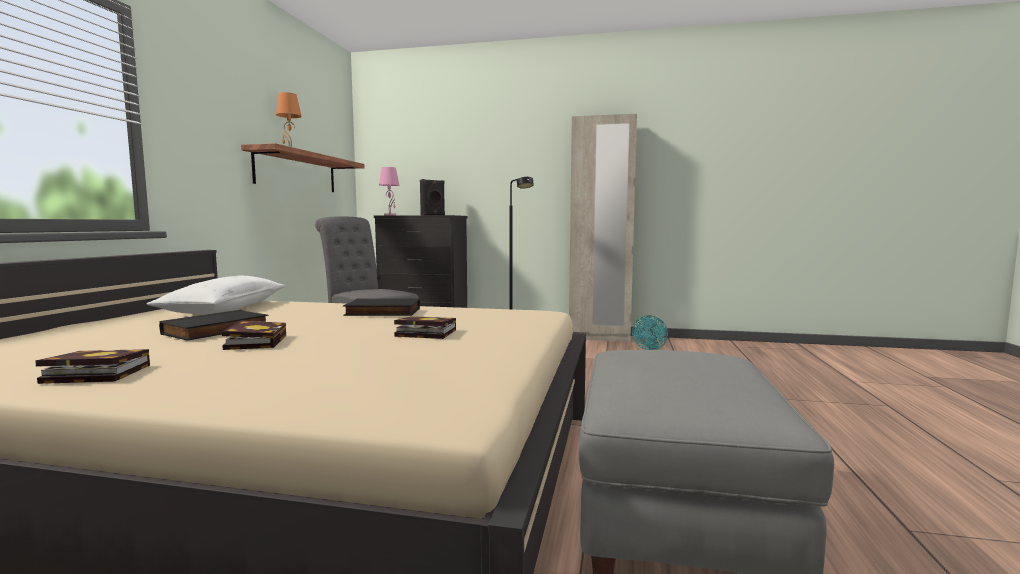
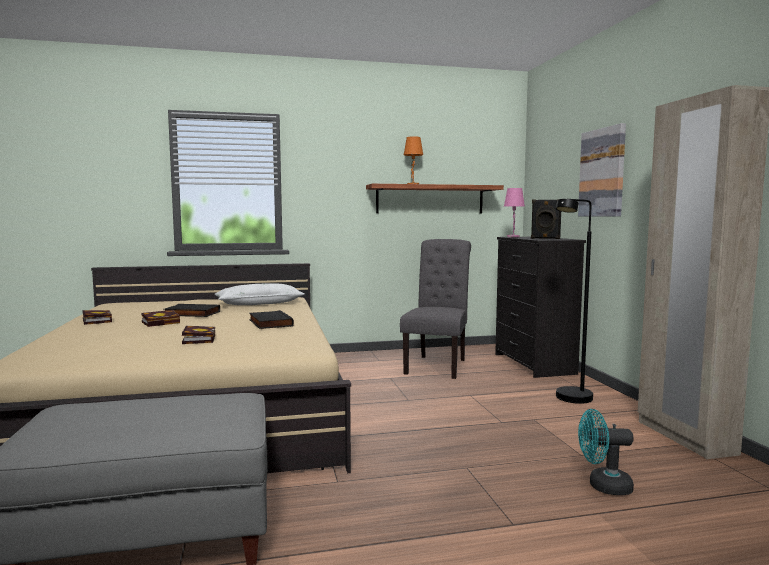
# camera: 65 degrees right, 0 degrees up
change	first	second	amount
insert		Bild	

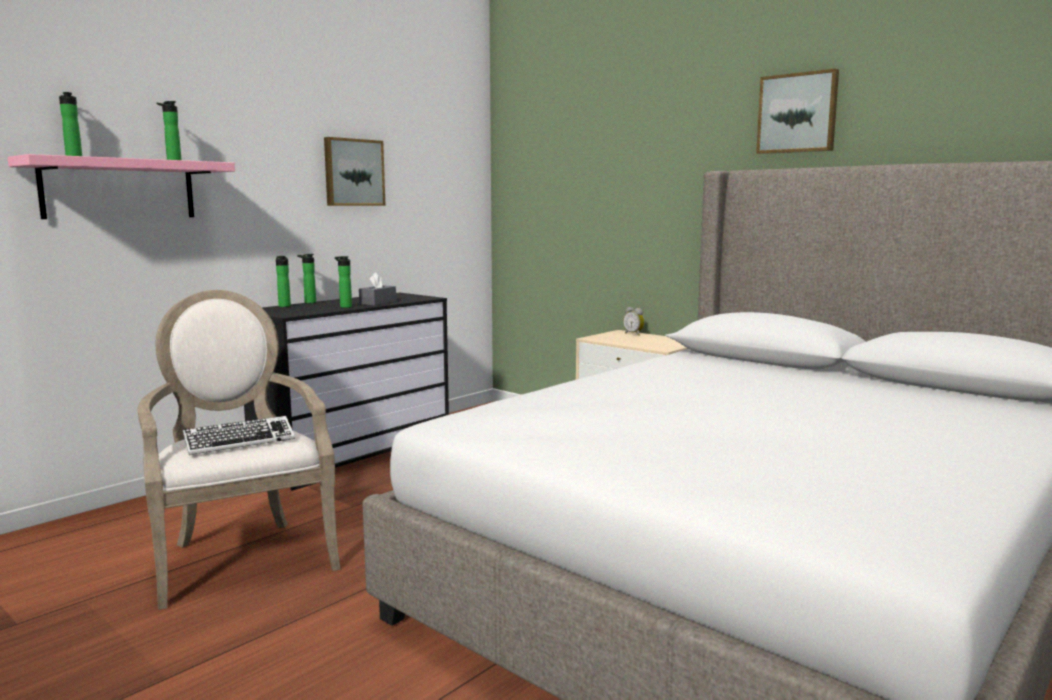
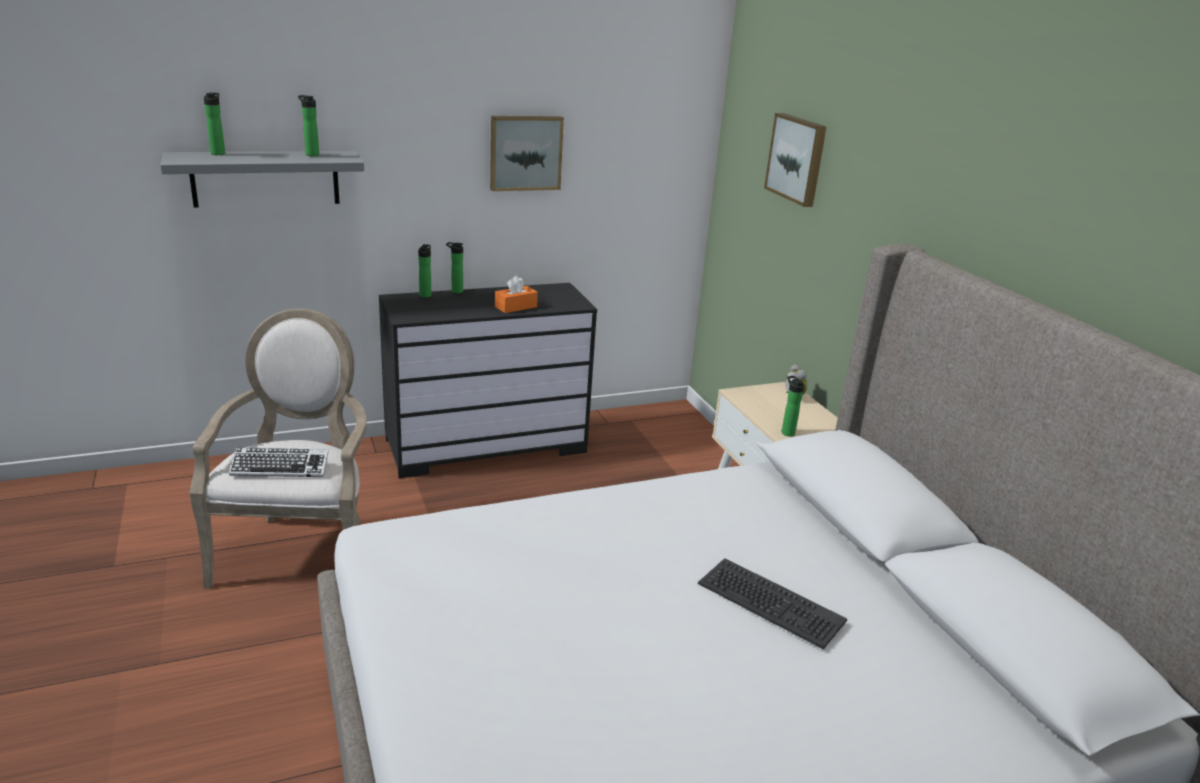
# camera: 25 degrees right, 15 degrees up
change	first	second	amount
recolor	Wandregal [rosa]	Wandregal [grau]	
move	Flasche (5th from left)		
recolor	Taschentuchbox [grau]	Taschentuchbox [orange]	
move	Bild (2nd from left)		
insert		Tastatur (2nd from left)	

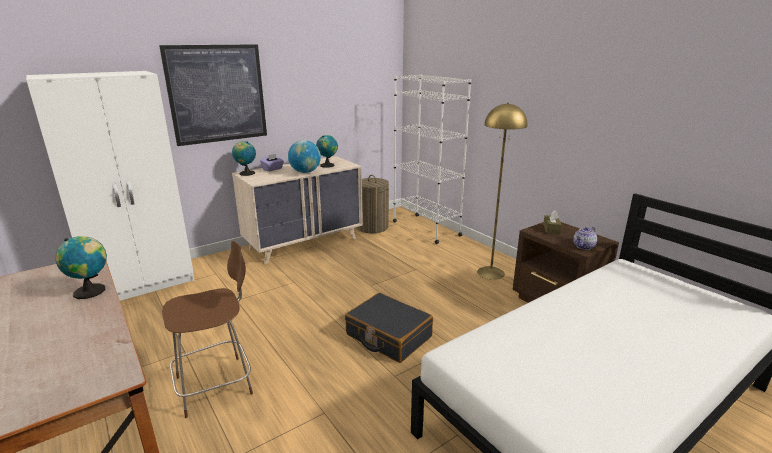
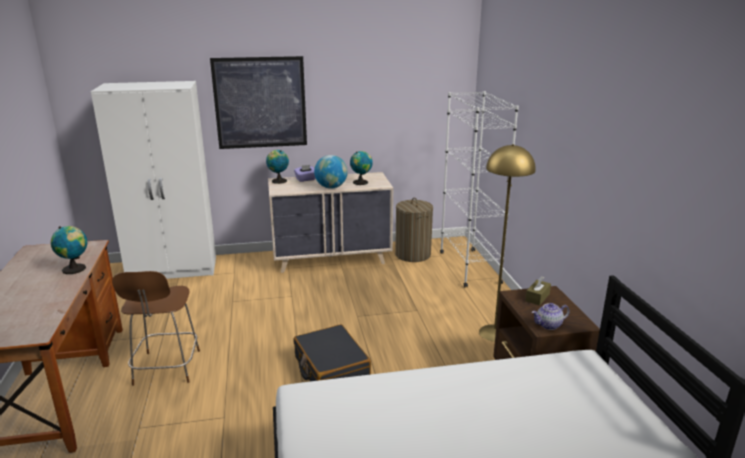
# camera: 25 degrees right, 0 degrees up
change	first	second	amount
rotate	Stuhl [braun]		90 degrees clockwise

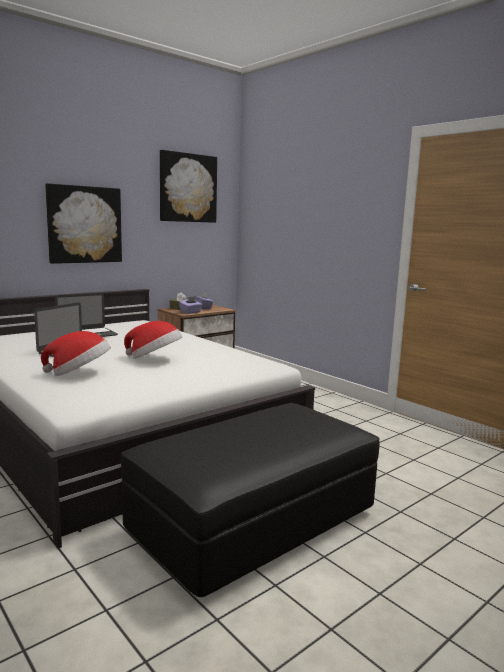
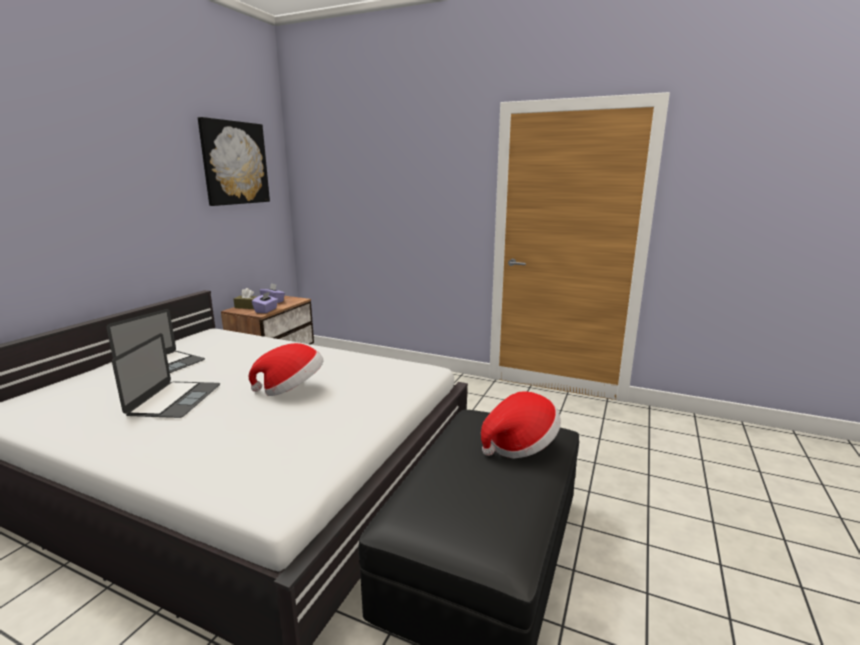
# camera: 25 degrees left, 5 degrees up
change	first	second	amount
move	Hut (1st from left in the first image)	Hut (2nd from left)	
delete	Bild (1st from left)		

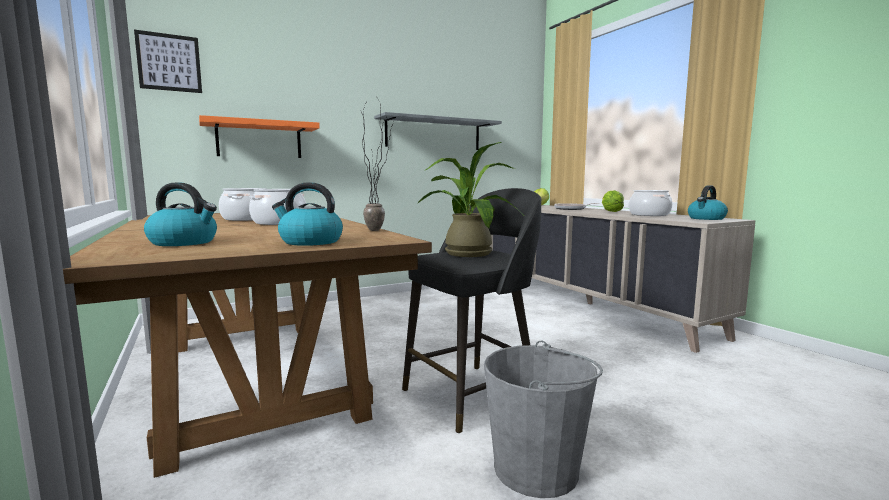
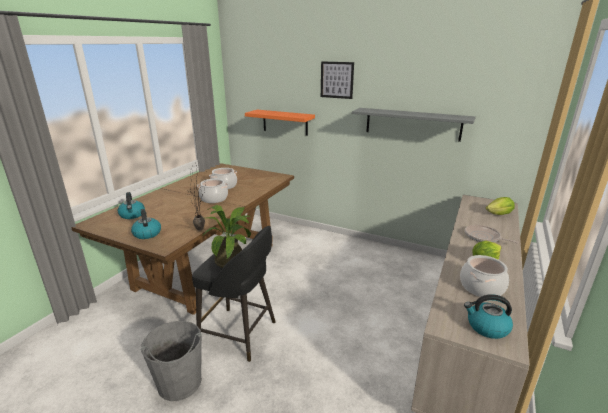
# camera: 55 degrees right, 15 degrees up
change	first	second	amount
move	Bild		

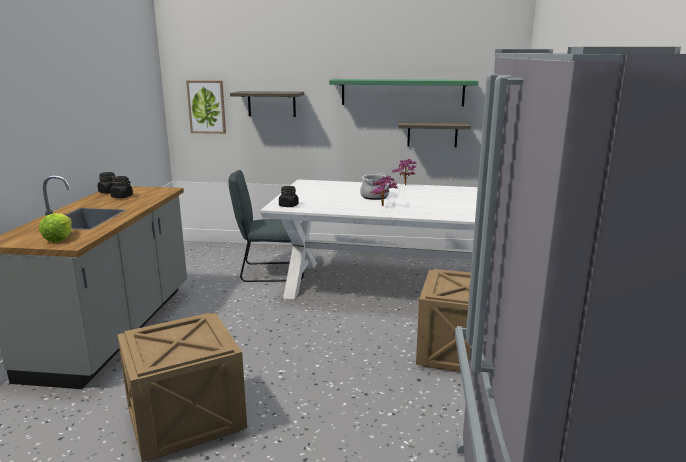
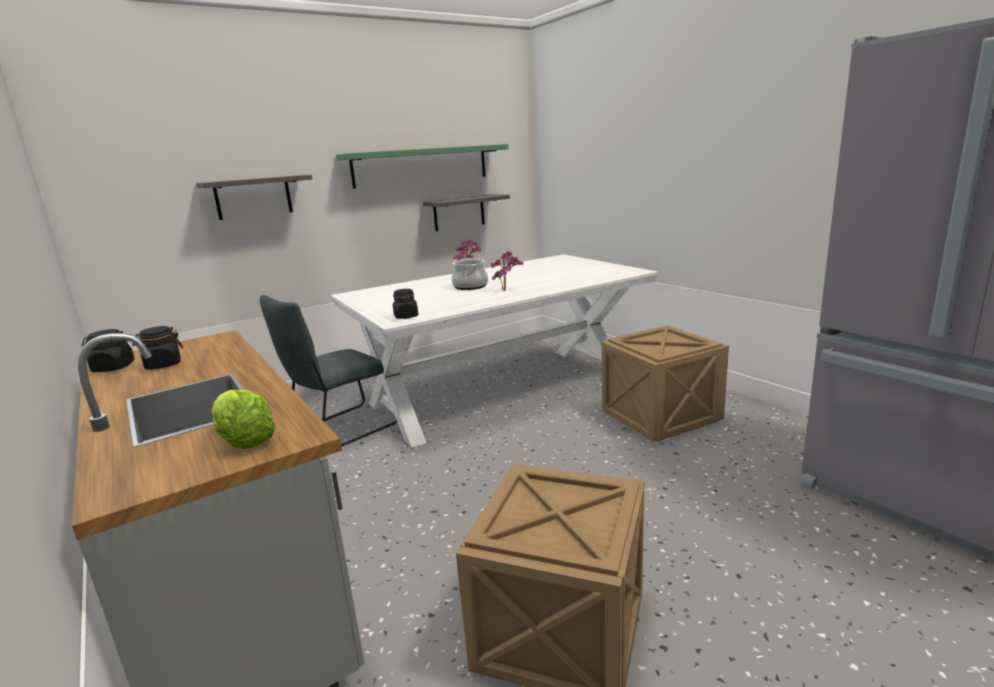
# camera: 40 degrees left, 0 degrees up
change	first	second	amount
delete	Bild		

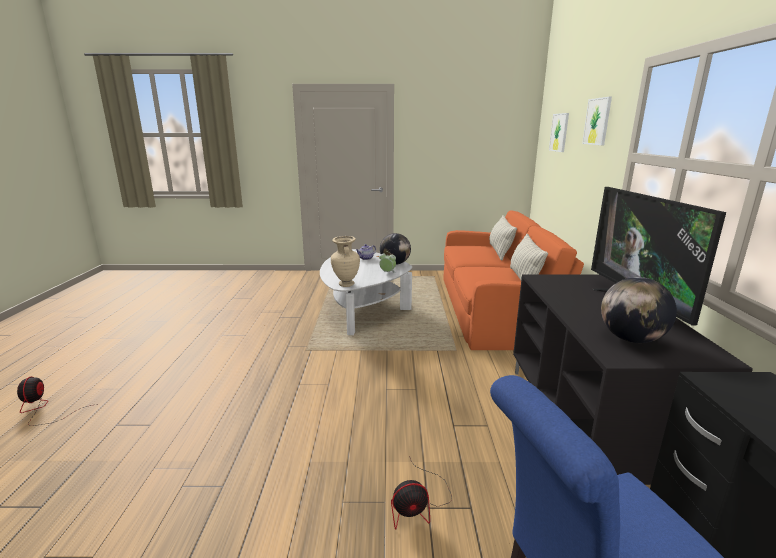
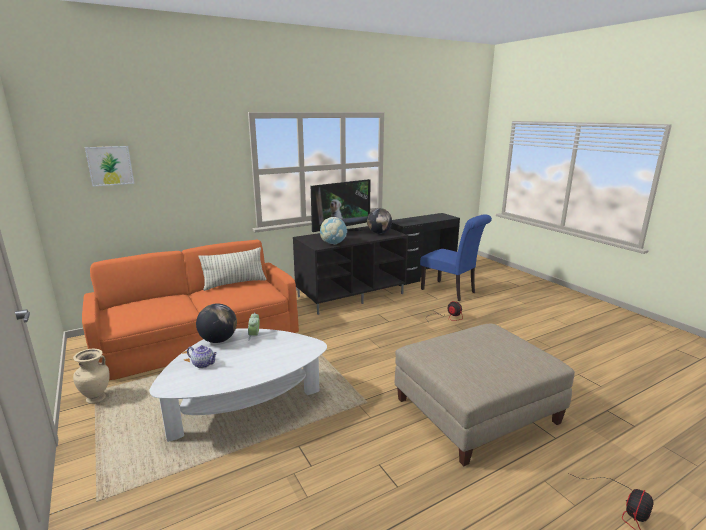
# camera: 120 degrees left, 0 degrees up
change	first	second	amount
move	Vase [beige]		
delete	Kissen (1st from left)		
delete	Bild (2nd from left)		
insert		Globus (2nd from left)	
insert		Polsterhocker [beige]	

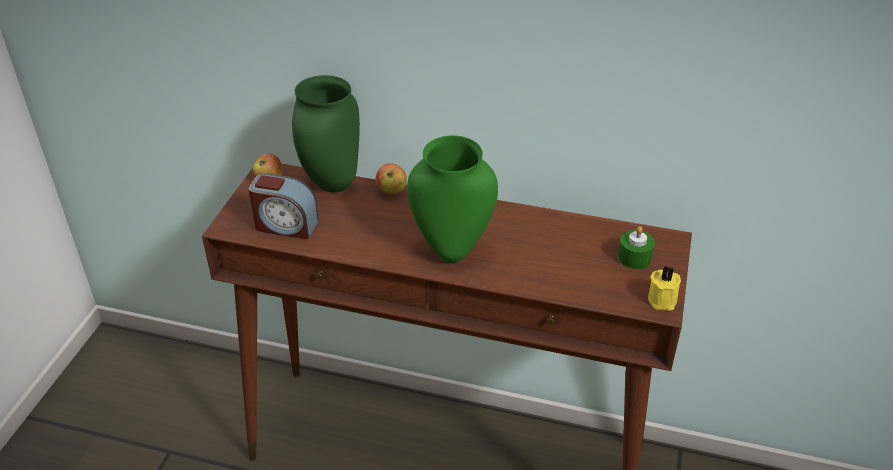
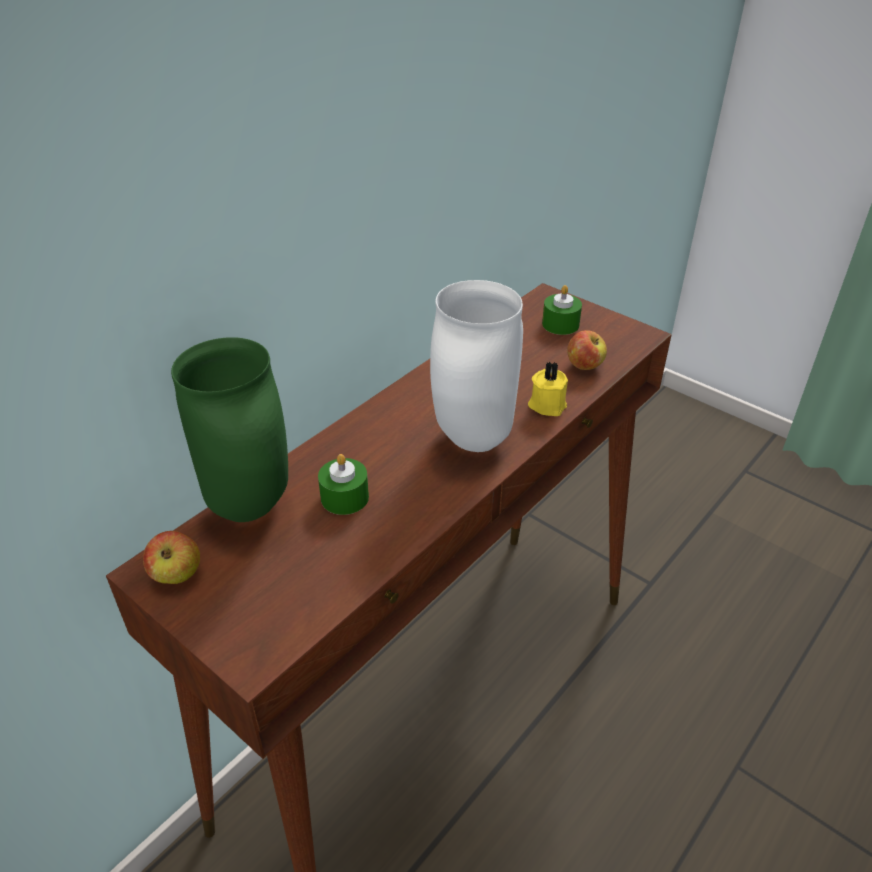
# camera: 65 degrees left, 0 degrees up
change	first	second	amount
delete	Wecker		
move	Apfel (2nd from left)		
recolor	Vase [grün] (2nd from left)	Vase [weiß]	
move	Kerze [gelb]		
insert		Kerze [grün] (1st from left)	

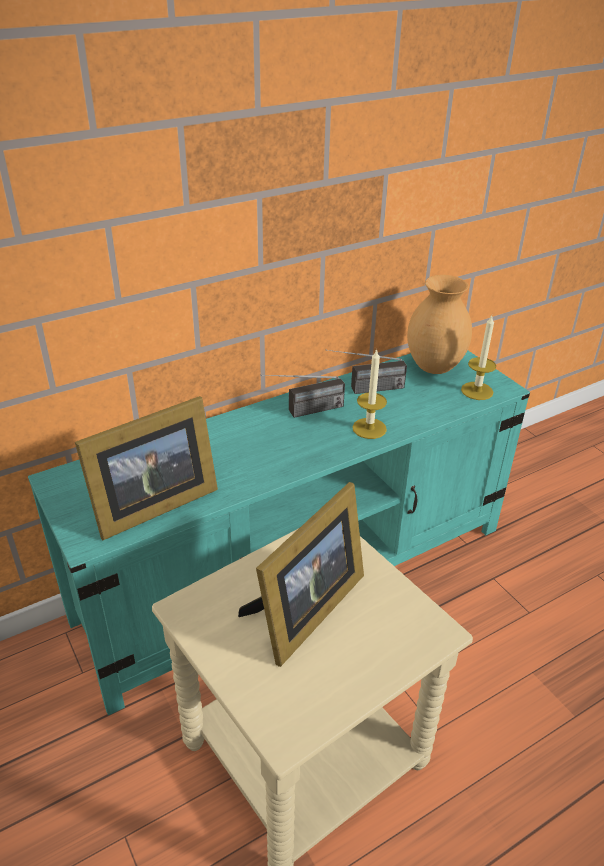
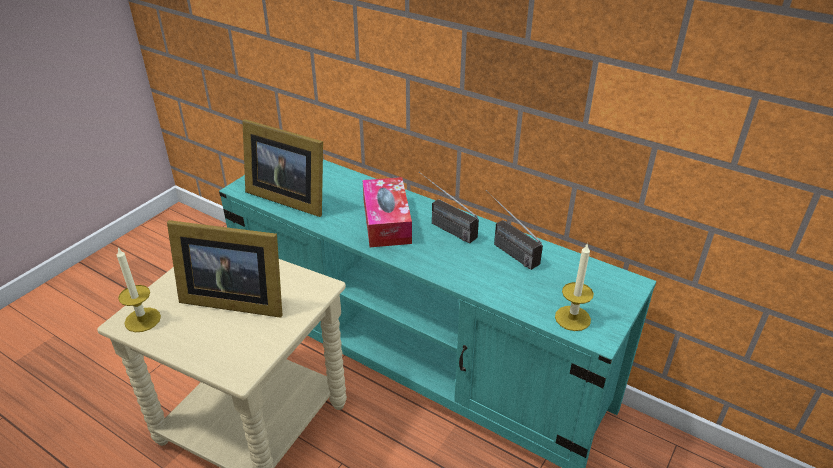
# camera: 65 degrees right, 0 degrees up
change	first	second	amount
move	Kerze (1st from left)		
delete	Vase [braun]		
insert		Taschentuchbox	

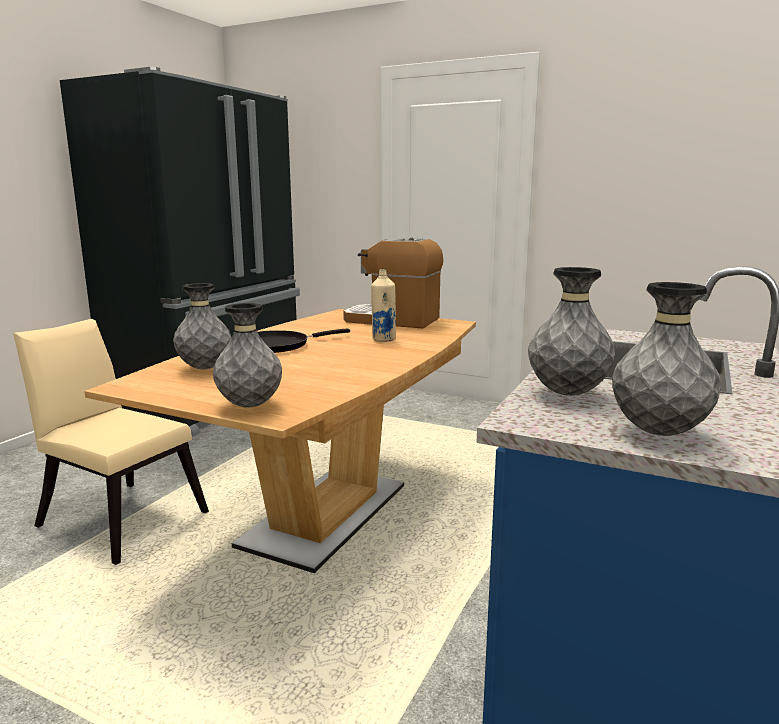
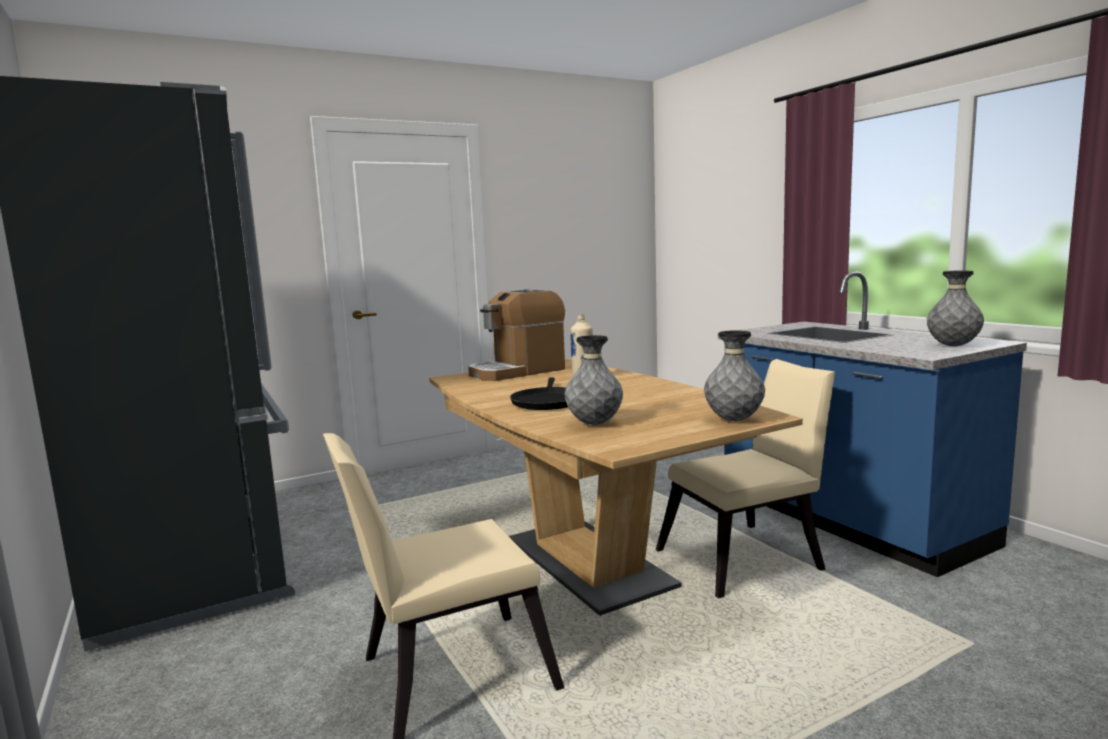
# camera: 55 degrees left, 5 degrees down
change	first	second	amount
delete	Vase [grau] (3rd from left)		
insert		Stuhl [beige] (2nd from left)	

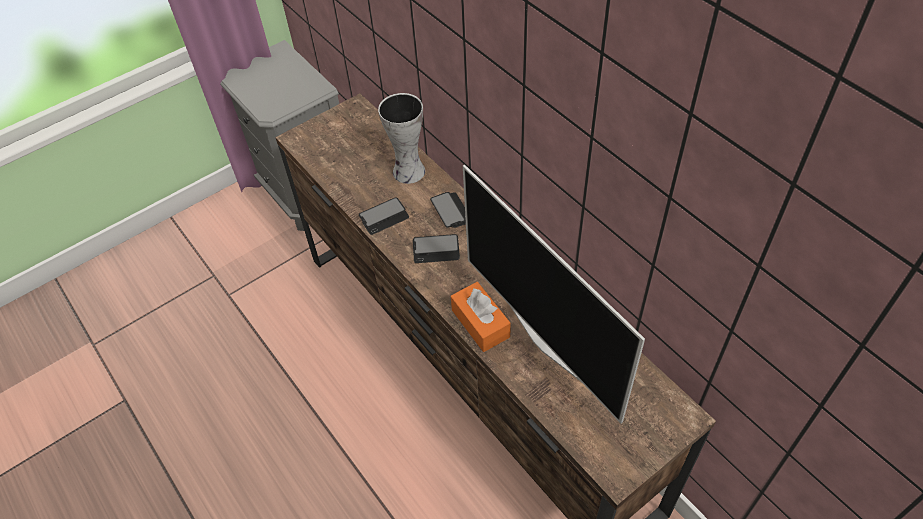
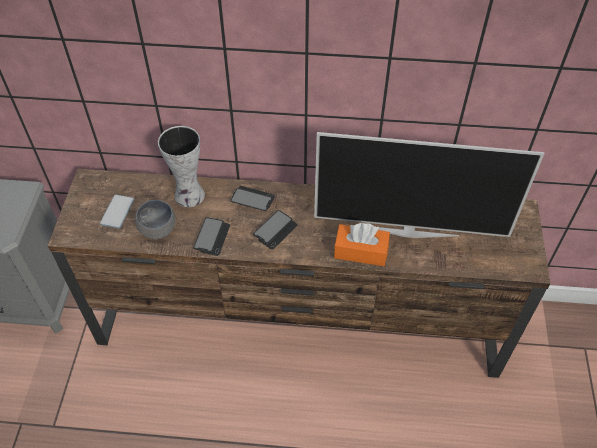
# camera: 50 degrees left, 0 degrees up
change	first	second	amount
insert		Handy (1st from left)	
insert		Schüssel [grau]	

